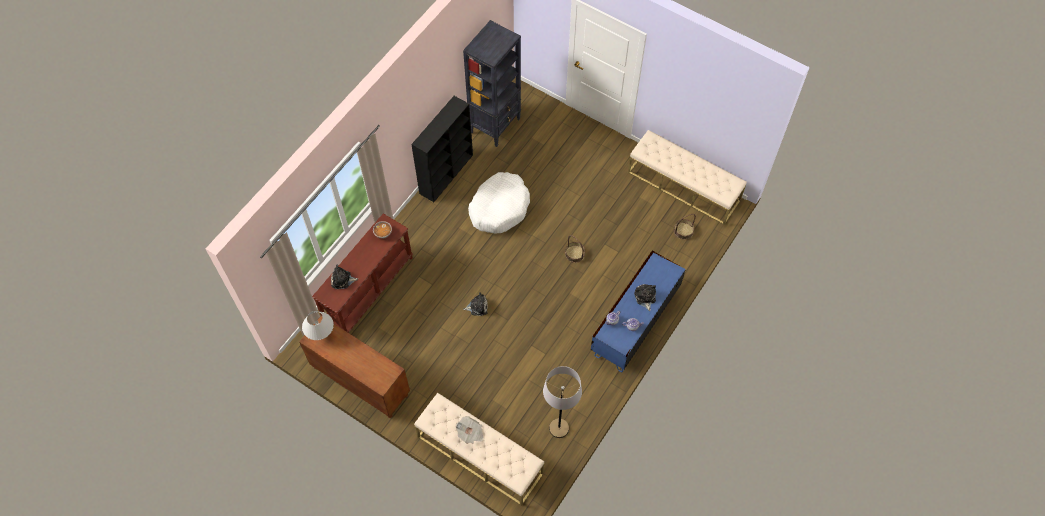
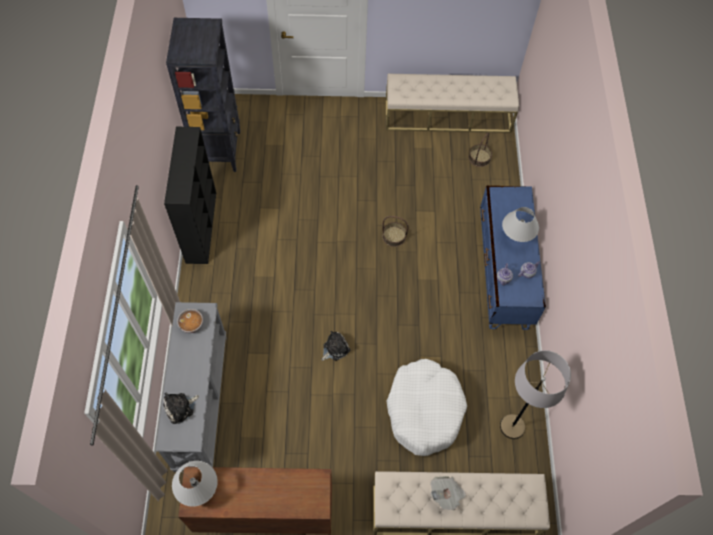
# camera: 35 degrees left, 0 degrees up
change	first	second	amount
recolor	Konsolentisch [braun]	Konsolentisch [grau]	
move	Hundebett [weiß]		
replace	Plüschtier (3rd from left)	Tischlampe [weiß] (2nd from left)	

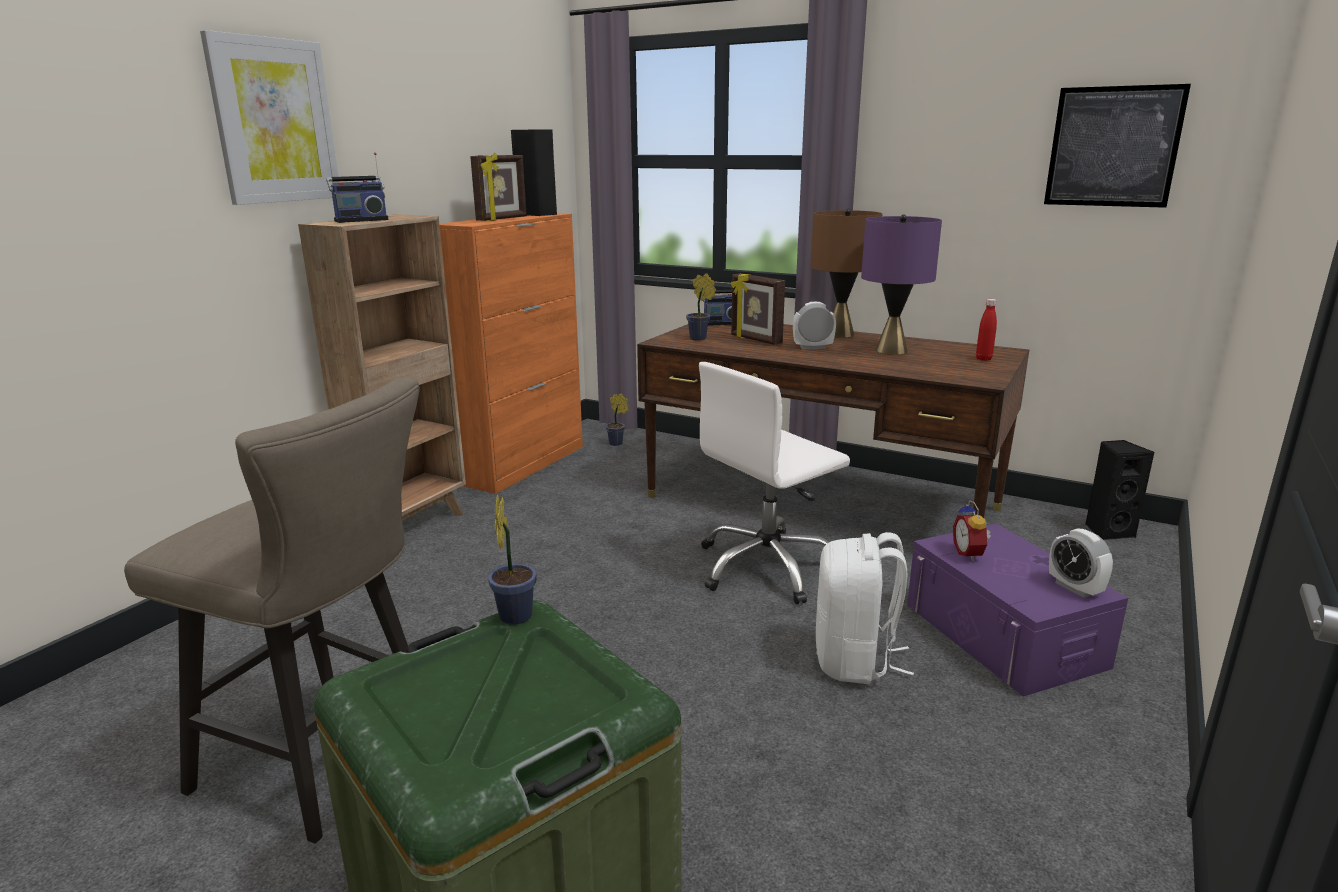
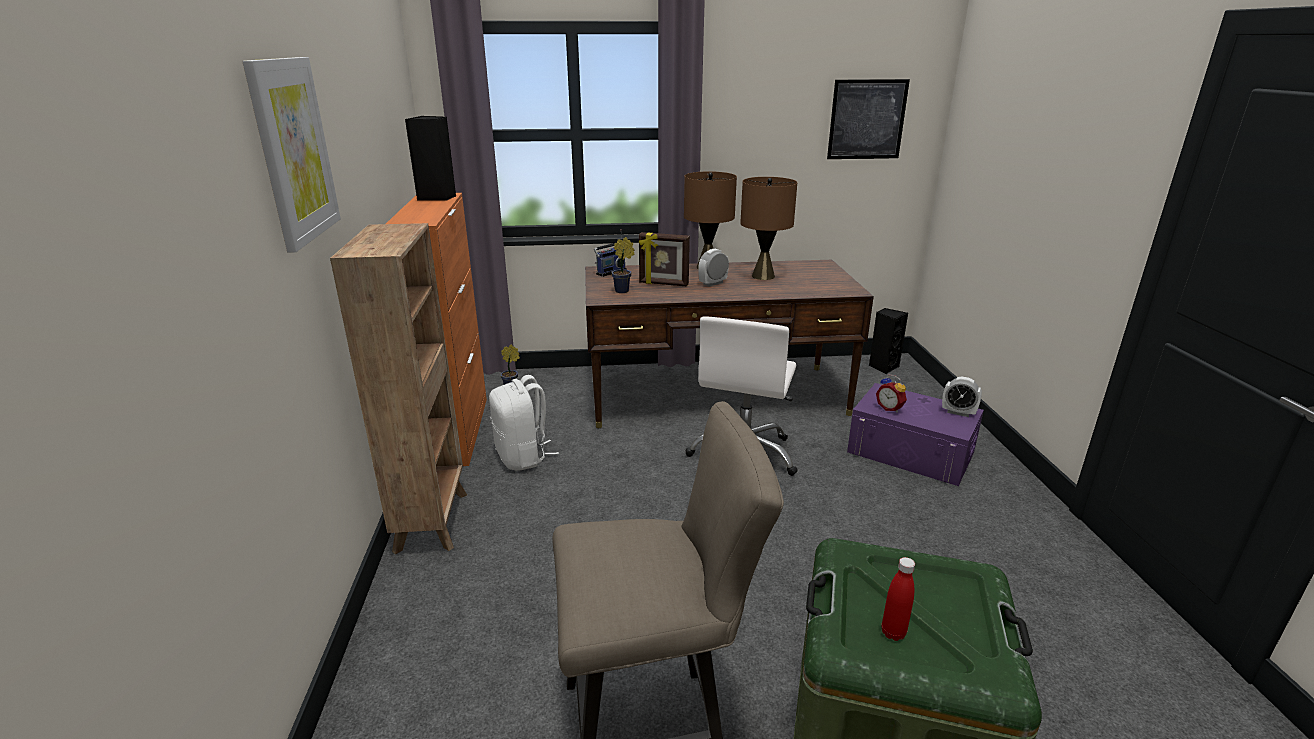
# camera: 35 degrees left, 5 degrees up
change	first	second	amount
delete	Radio (1st from left)		
delete	Bilderrahmen (1st from left)		
delete	Topfpflanze (1st from left)		
move	Rucksack [weiß]		
recolor	Tischlampe [lila]	Tischlampe [braun] (2nd from left)	
move	Flasche [rot]		

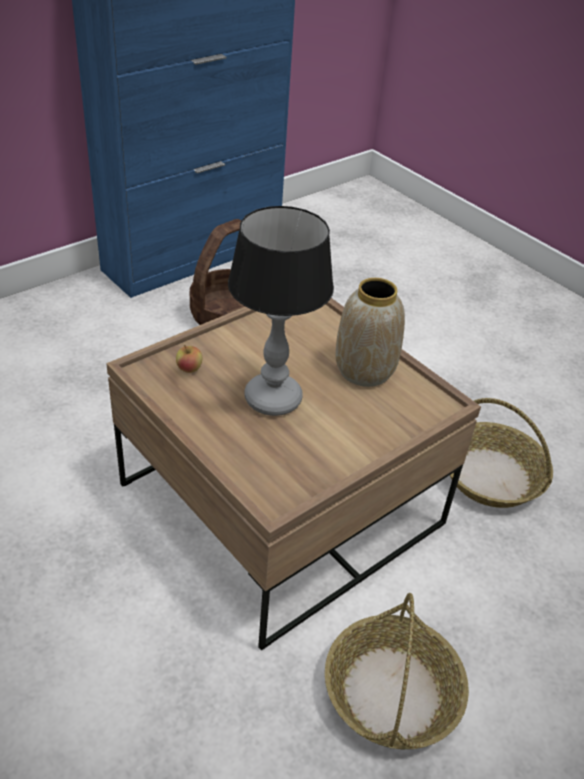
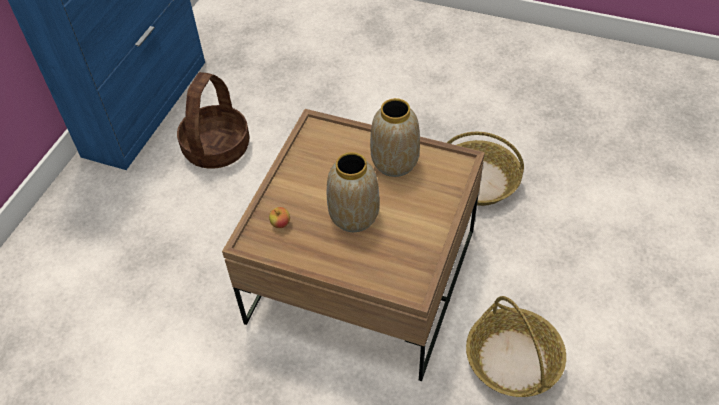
# camera: 25 degrees left, 10 degrees up
change	first	second	amount
replace	Tischlampe	Vase (1st from left)	

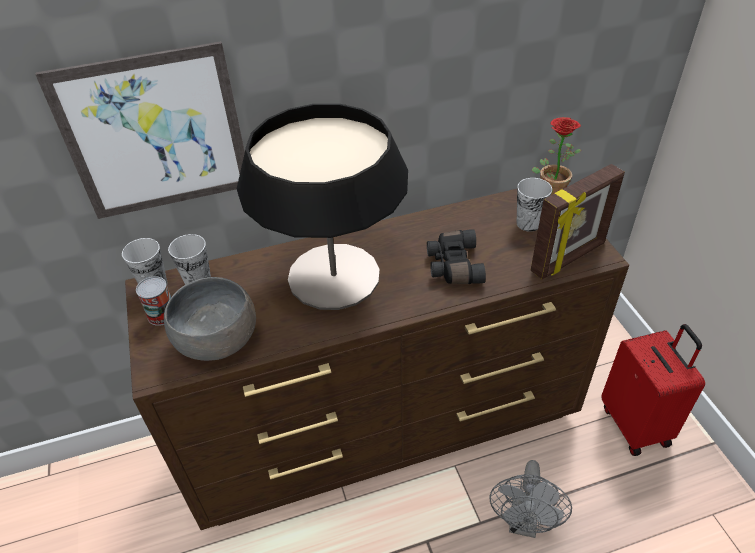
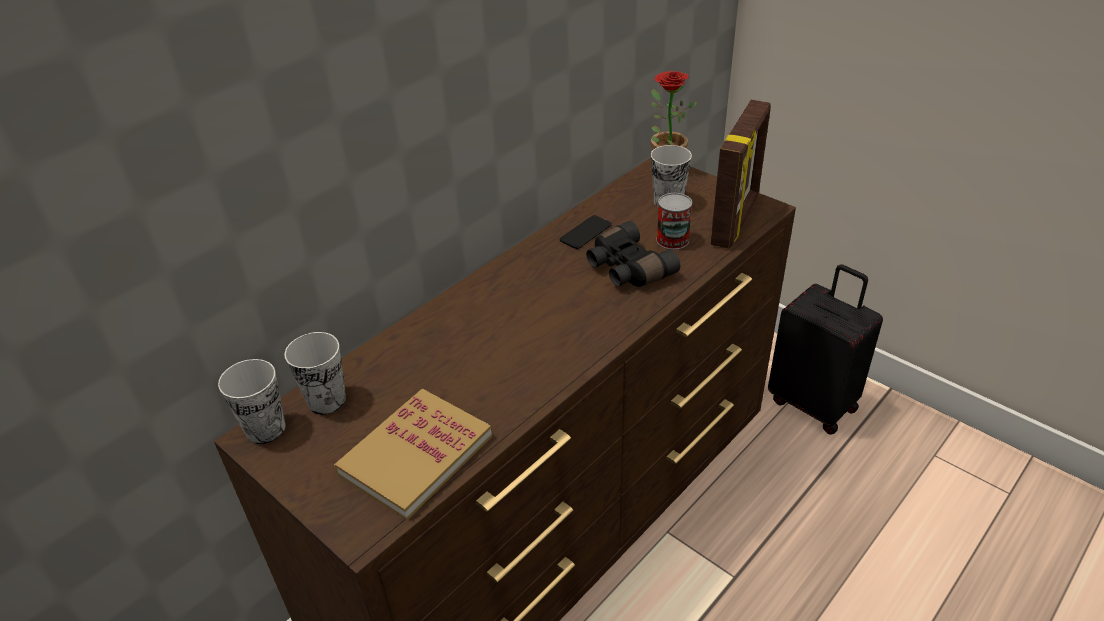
# camera: 30 degrees left, 5 degrees down
change	first	second	amount
delete	Bild		
move	Dose		
replace	Schüssel [grau]	Buch	
delete	Tischlampe		
delete	Ventilator [grau]		
recolor	Koffer [rot]	Koffer [schwarz]	
insert		Handy	

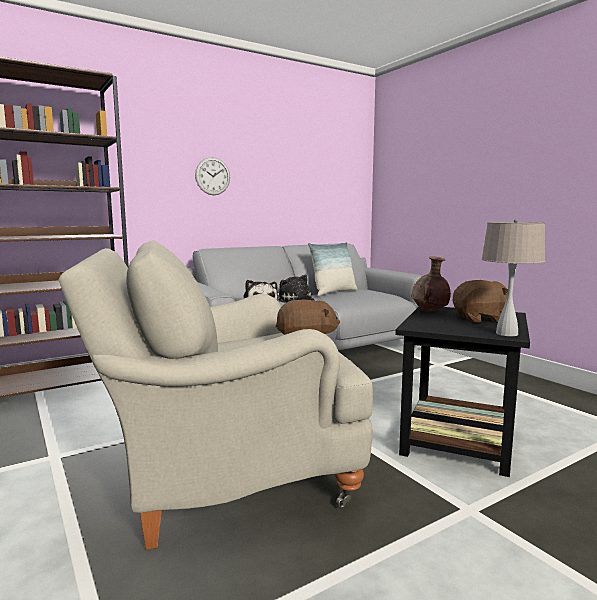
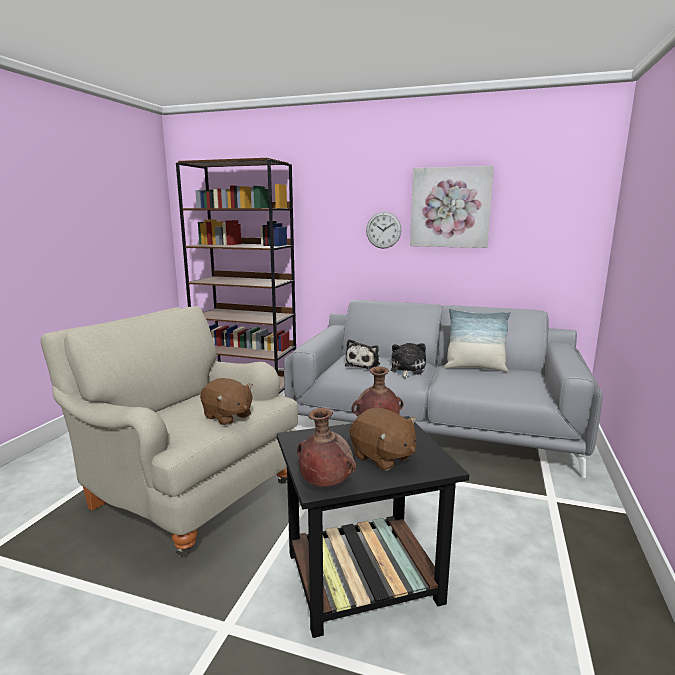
# camera: 50 degrees right, 5 degrees up
change	first	second	amount
replace	Tischlampe [beige]	Vase [braun] (1st from left)	
insert		Bild	

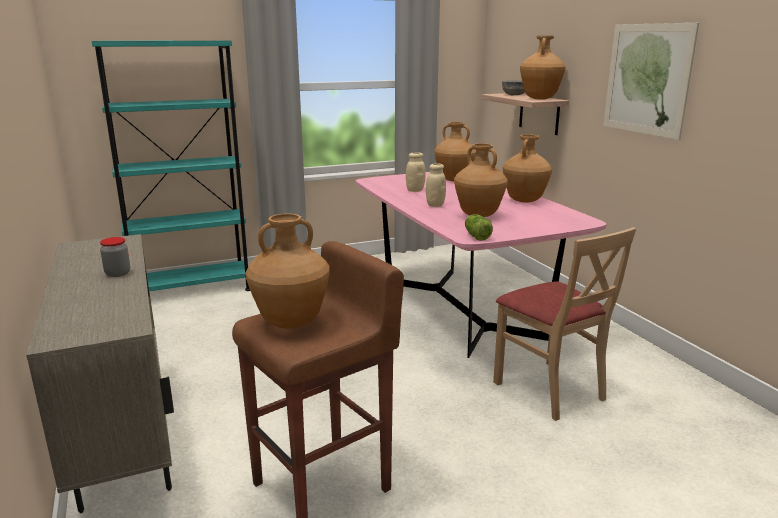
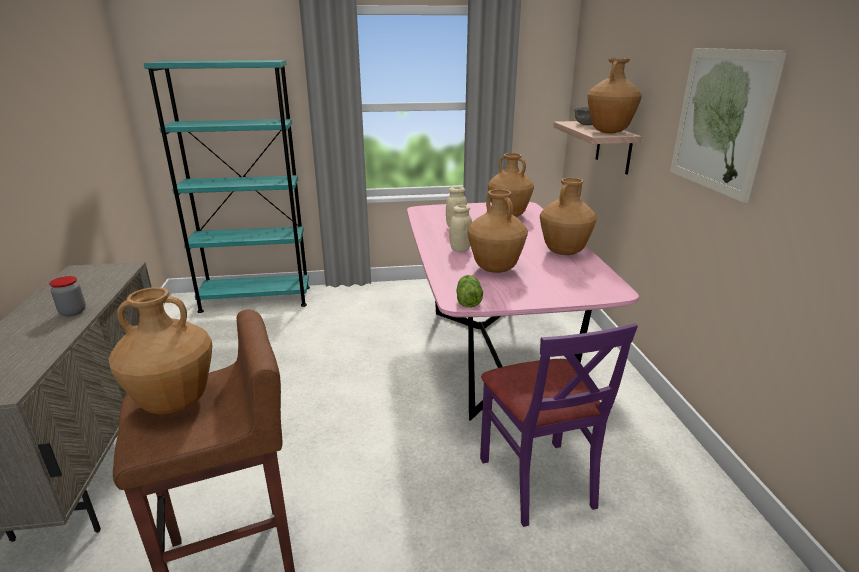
# camera: 15 degrees right, 5 degrees up
change	first	second	amount
recolor	Stuhl [beige]	Stuhl [lila]	

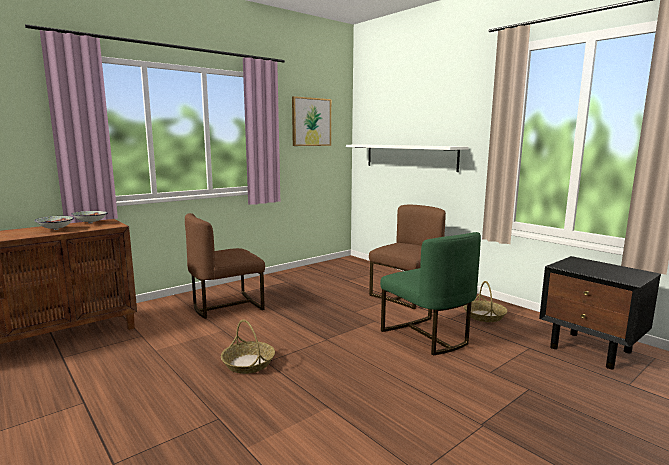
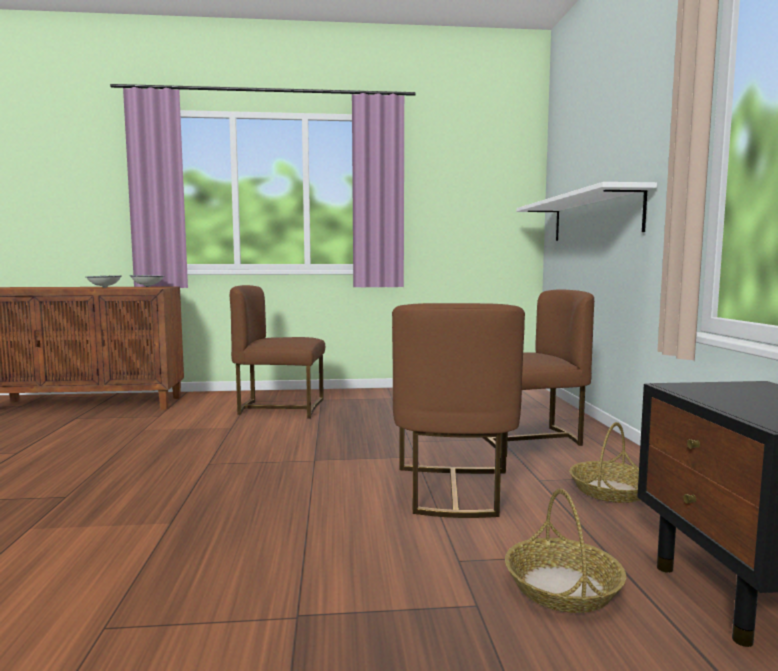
# camera: 35 degrees right, 5 degrees down
change	first	second	amount
move	Korb (1st from left)		
delete	Bild		
recolor	Stuhl [grün]	Stuhl [braun] (2nd from left)	

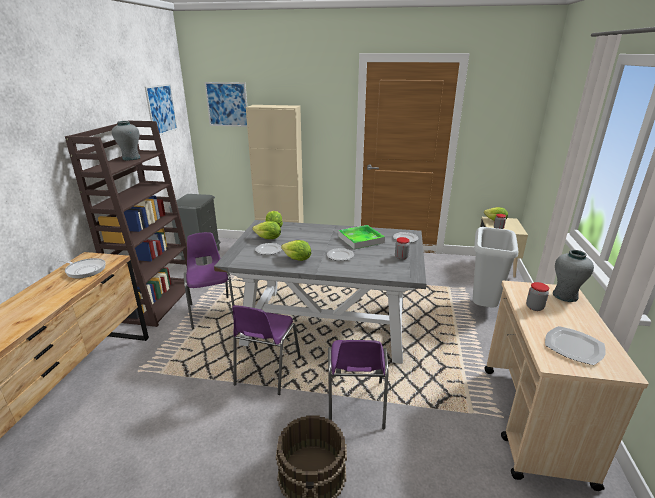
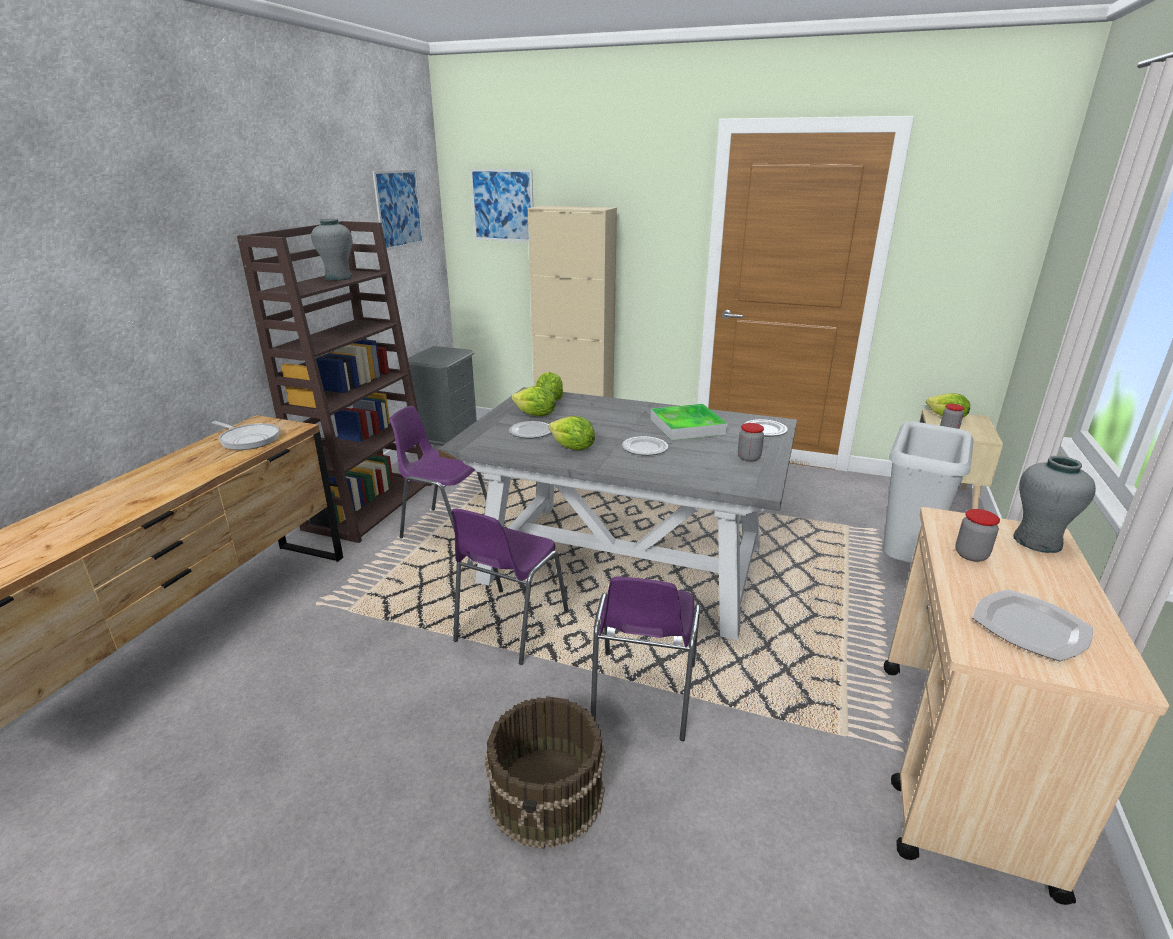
# camera: 10 degrees right, 0 degrees up
change	first	second	amount
rotate	Stuhl [lila] (1st from left)		60 degrees counterclockwise

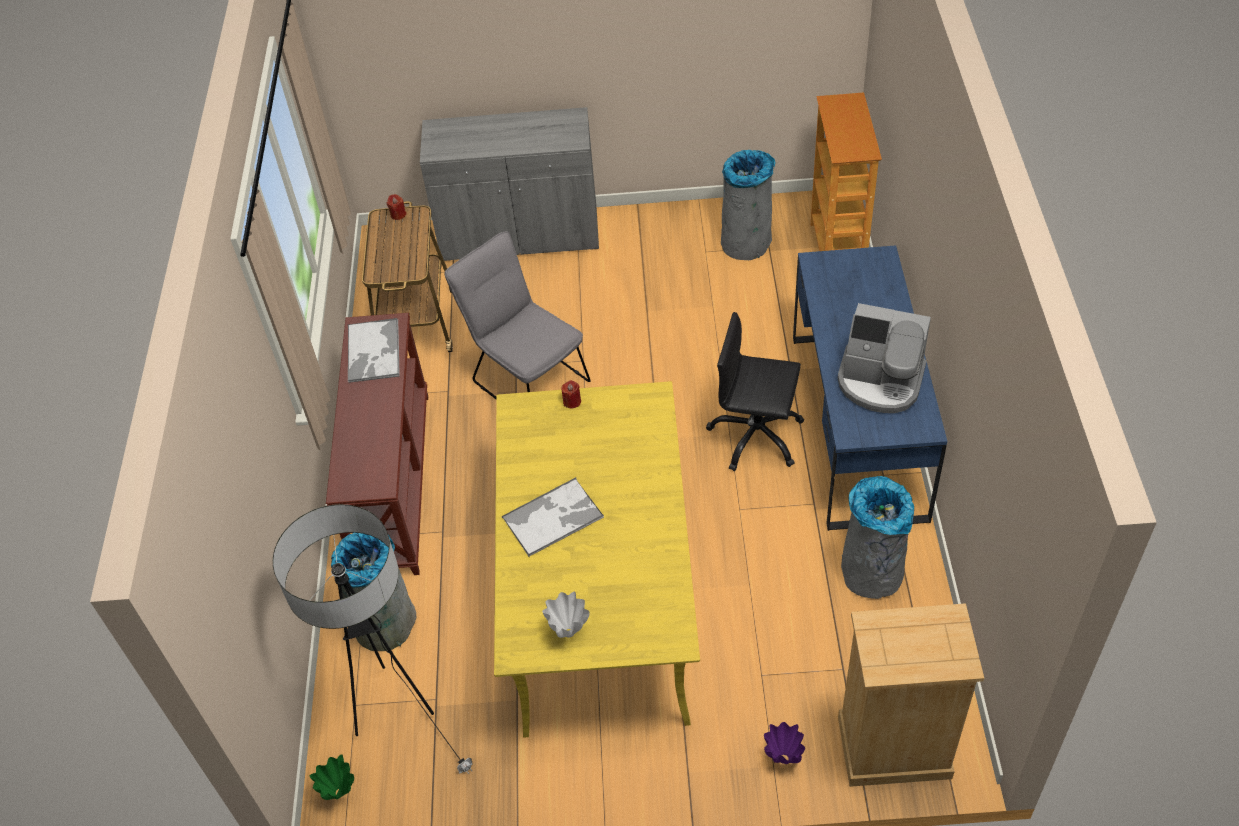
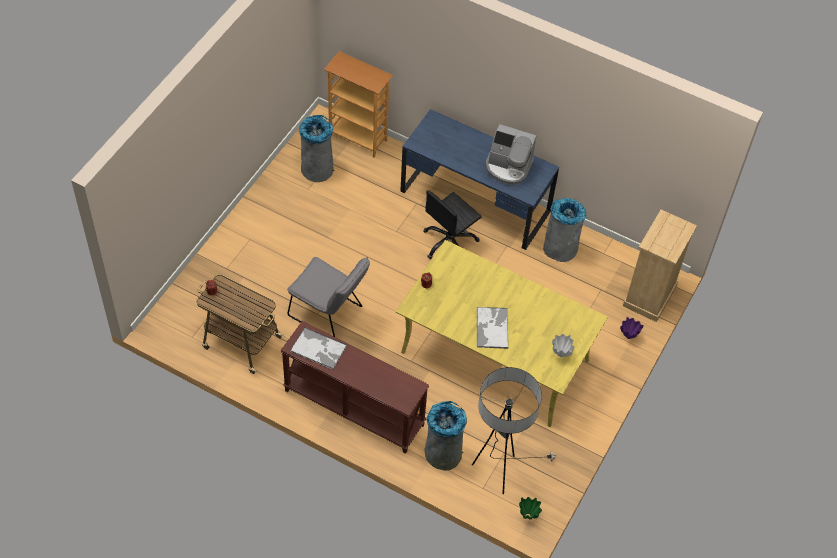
# camera: 65 degrees left, 5 degrees up
change	first	second	amount
delete	Schrank [grau]		
rotate	Stuhl [grau]		135 degrees counterclockwise
rotate	Kaffeemaschine		60 degrees clockwise

